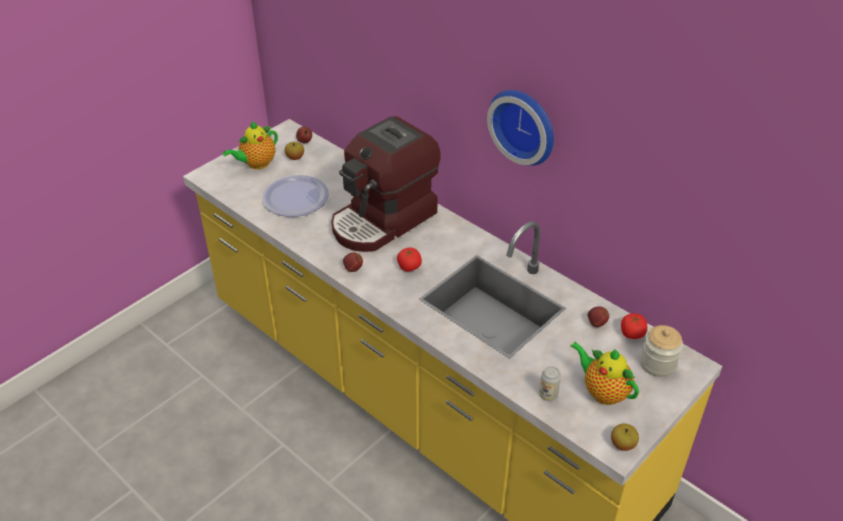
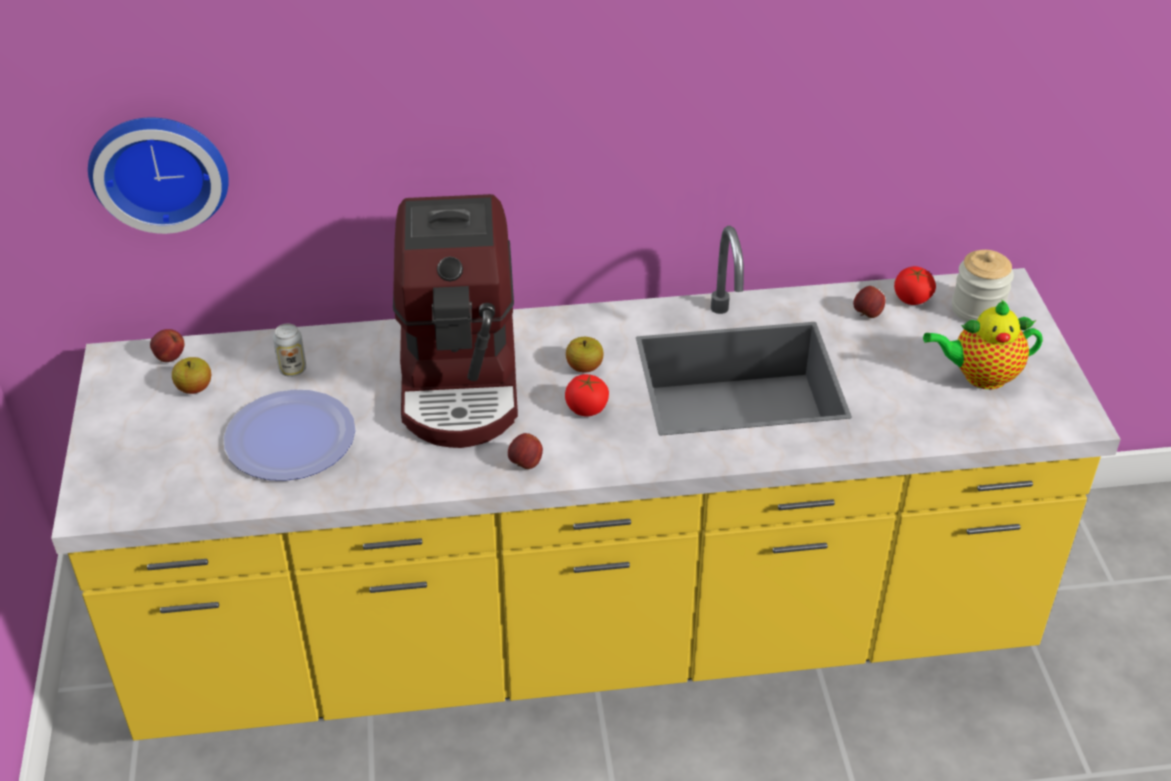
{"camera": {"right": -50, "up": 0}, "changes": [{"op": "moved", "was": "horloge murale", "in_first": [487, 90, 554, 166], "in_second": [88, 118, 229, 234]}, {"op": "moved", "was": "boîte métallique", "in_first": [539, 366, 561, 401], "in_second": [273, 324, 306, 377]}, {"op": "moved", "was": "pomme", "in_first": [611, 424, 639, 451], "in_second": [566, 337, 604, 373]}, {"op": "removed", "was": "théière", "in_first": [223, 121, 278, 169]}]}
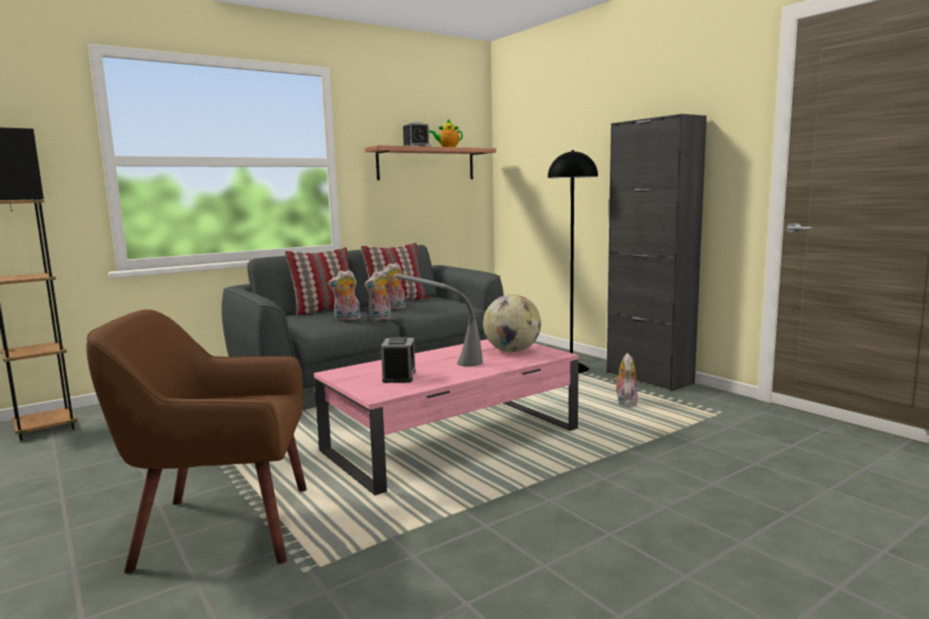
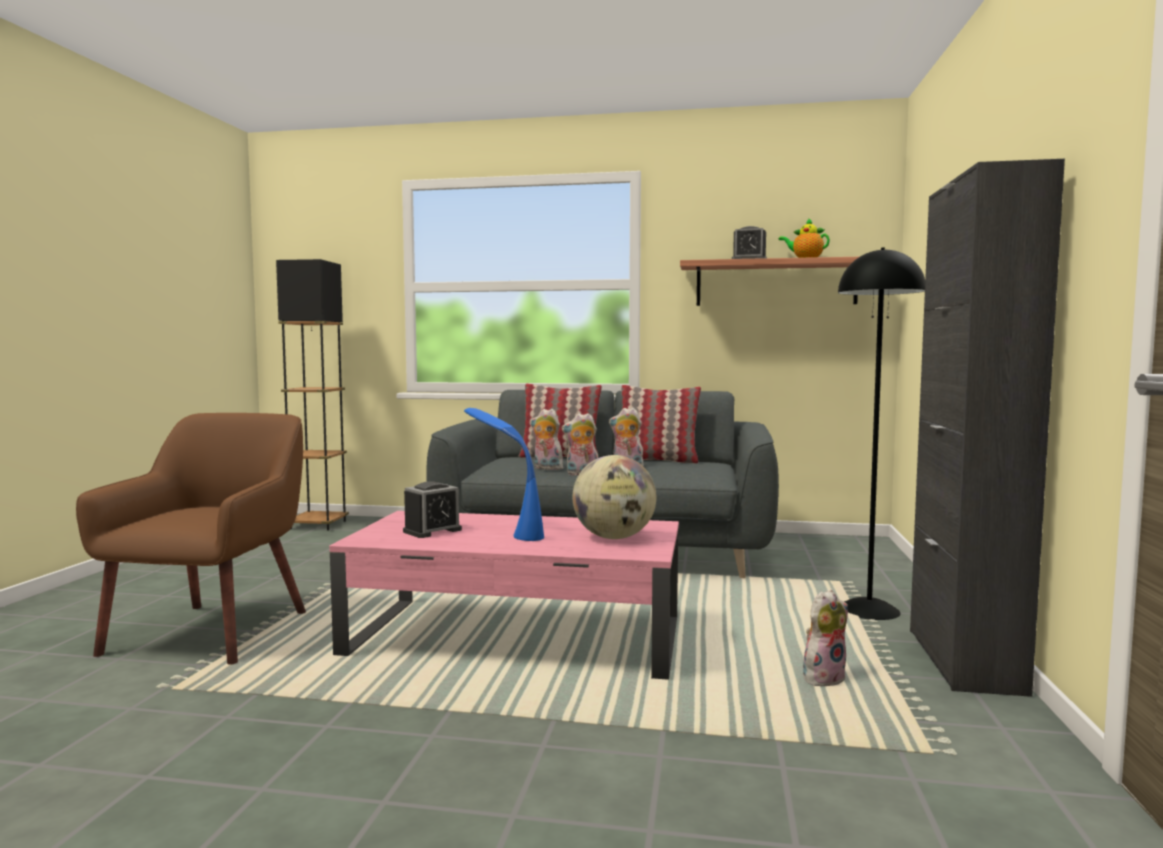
{"camera": {"right": 45, "up": -5}, "changes": [{"op": "turned", "was": "fauteuil (marron)", "in_first": [86, 309, 307, 573], "in_second": [76, 413, 306, 665], "clockwise": 60}, {"op": "recoloured", "was": "lampe de table (gris)", "now": "lampe de table (bleu)", "in_first": [393, 274, 483, 366], "in_second": [464, 408, 544, 541]}]}
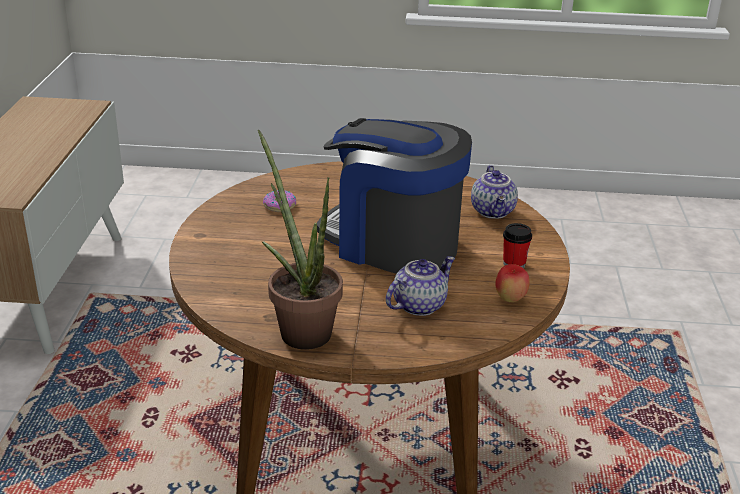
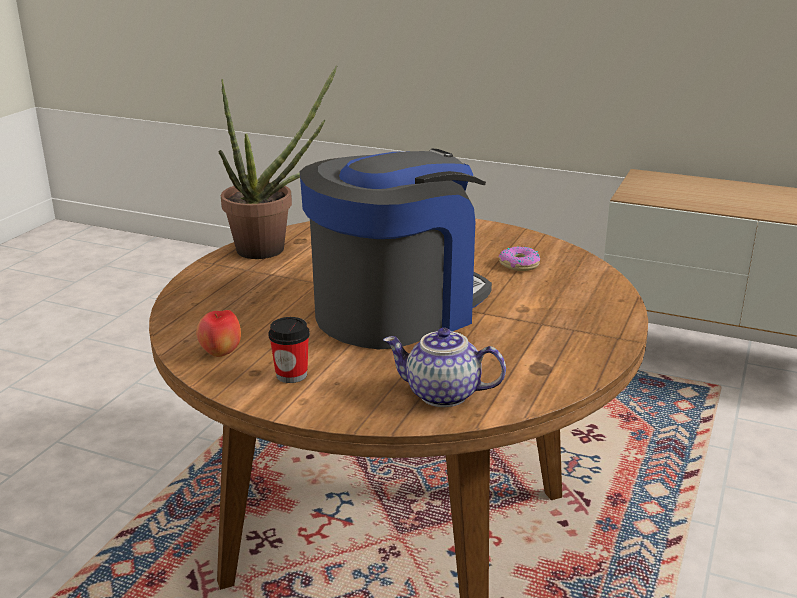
{"camera": {"right": 110, "up": -5}, "changes": [{"op": "removed", "was": "théière", "in_first": [386, 256, 455, 316]}]}
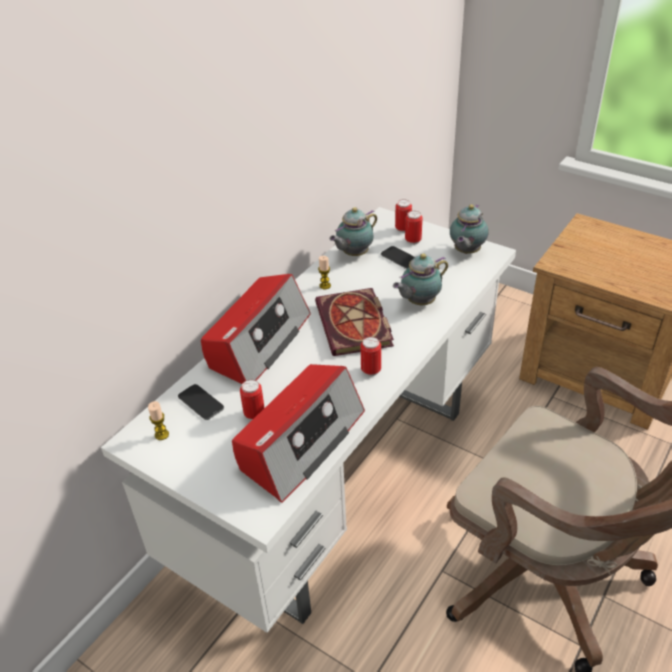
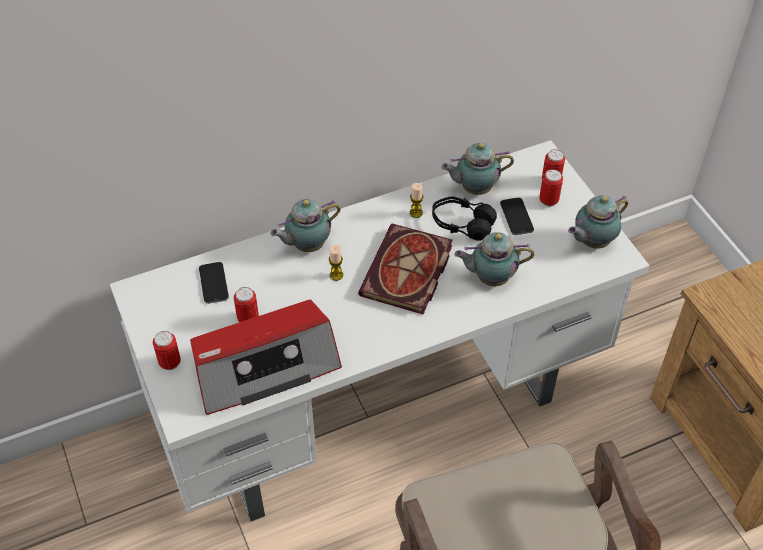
{"camera": {"right": 30, "up": 10}, "changes": [{"op": "moved", "was": "boîte métallique", "in_first": [361, 337, 381, 376], "in_second": [153, 331, 181, 370]}, {"op": "replaced", "was": "radio", "now": "théière", "in_first": [201, 274, 311, 384], "in_second": [271, 199, 341, 252]}, {"op": "moved", "was": "bougie", "in_first": [148, 401, 169, 440], "in_second": [329, 245, 343, 281]}, {"op": "added", "now": "casque audio (noir)", "in_second": [432, 197, 497, 241]}]}
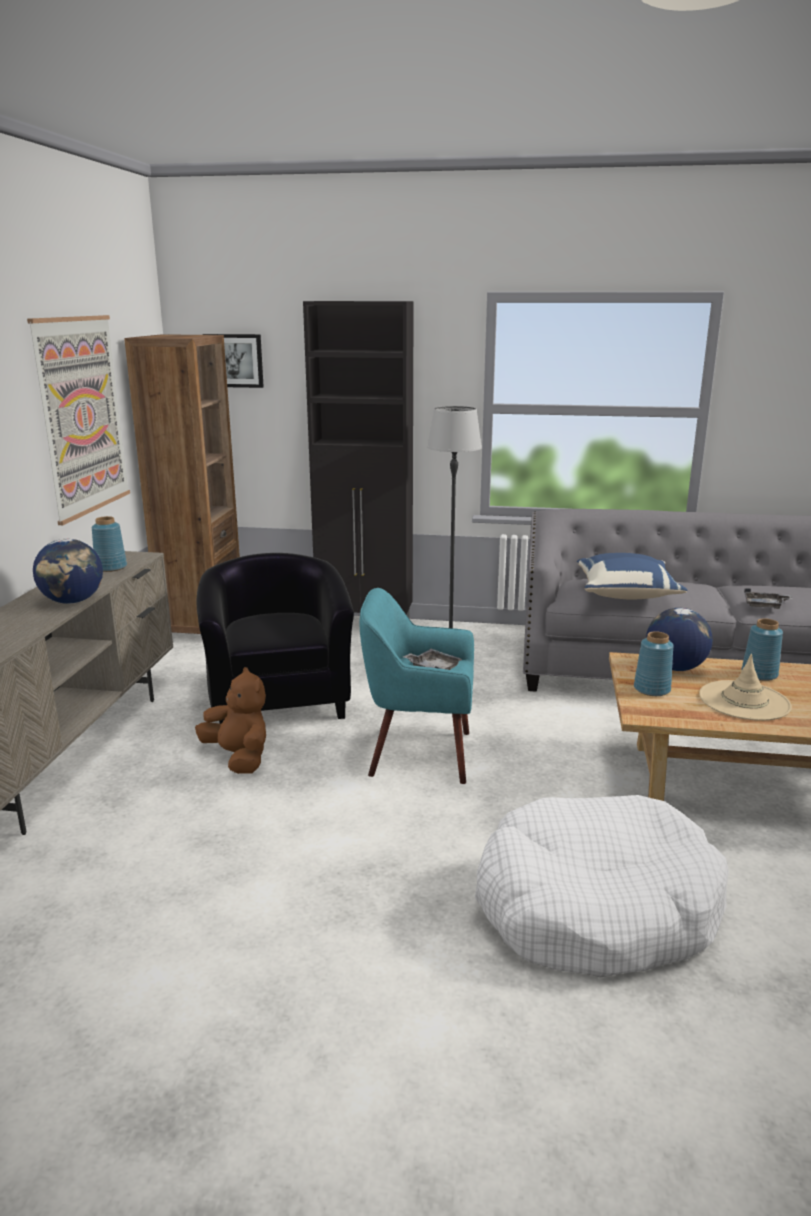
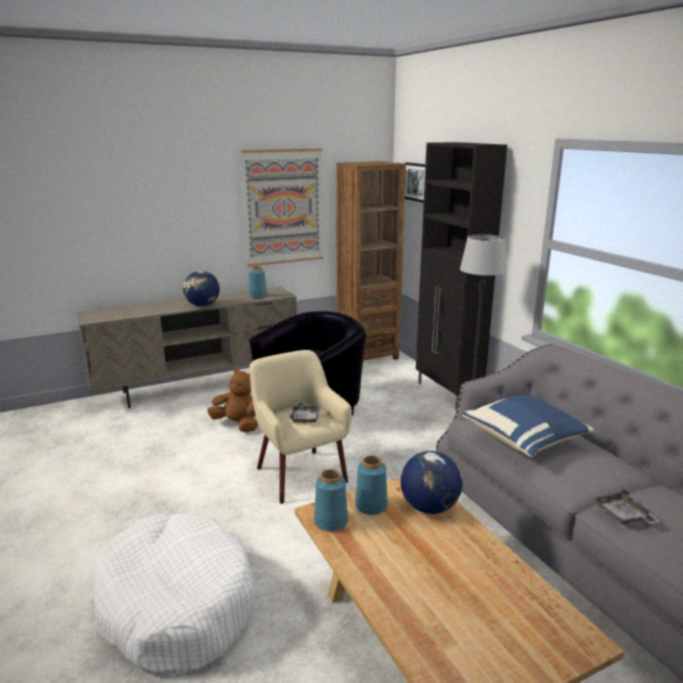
{"camera": {"right": 55, "up": 0}, "changes": [{"op": "turned", "was": "peluche (marron)", "in_first": [195, 667, 266, 774], "in_second": [207, 368, 258, 432], "clockwise": -75}, {"op": "recoloured", "was": "fauteuil (turquoise)", "now": "fauteuil (beige)", "in_first": [360, 588, 474, 784], "in_second": [250, 350, 352, 504]}, {"op": "moved", "was": "vase (bleu)", "in_first": [741, 618, 783, 681], "in_second": [314, 469, 348, 531]}, {"op": "removed", "was": "chapeau (beige)", "in_first": [699, 654, 792, 721]}]}
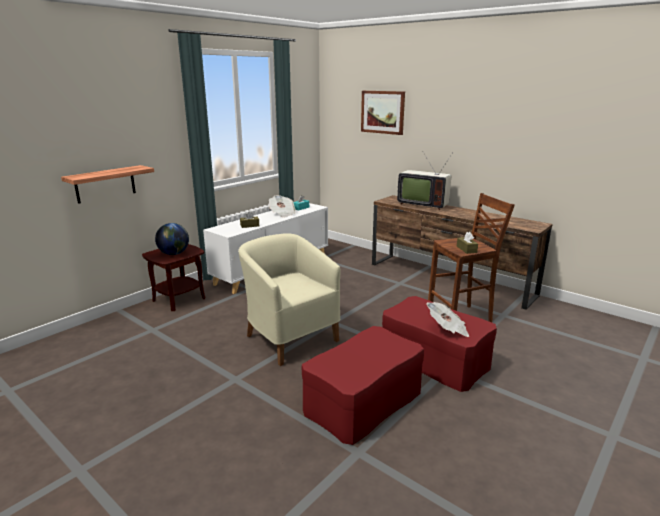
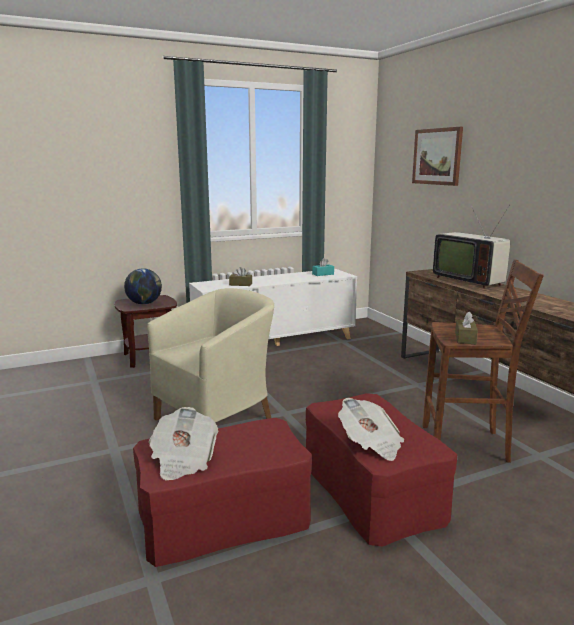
{"camera": {"right": 25, "up": -5}, "changes": [{"op": "turned", "was": "fauteuil (beige)", "in_first": [238, 233, 341, 366], "in_second": [147, 288, 274, 422], "clockwise": 60}, {"op": "moved", "was": "journal", "in_first": [269, 195, 296, 218], "in_second": [149, 407, 218, 480]}, {"op": "removed", "was": "étagère", "in_first": [61, 165, 154, 204]}]}
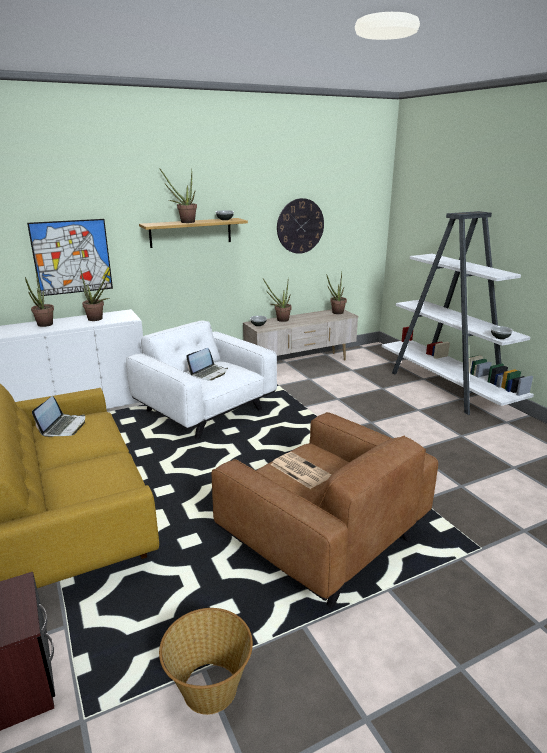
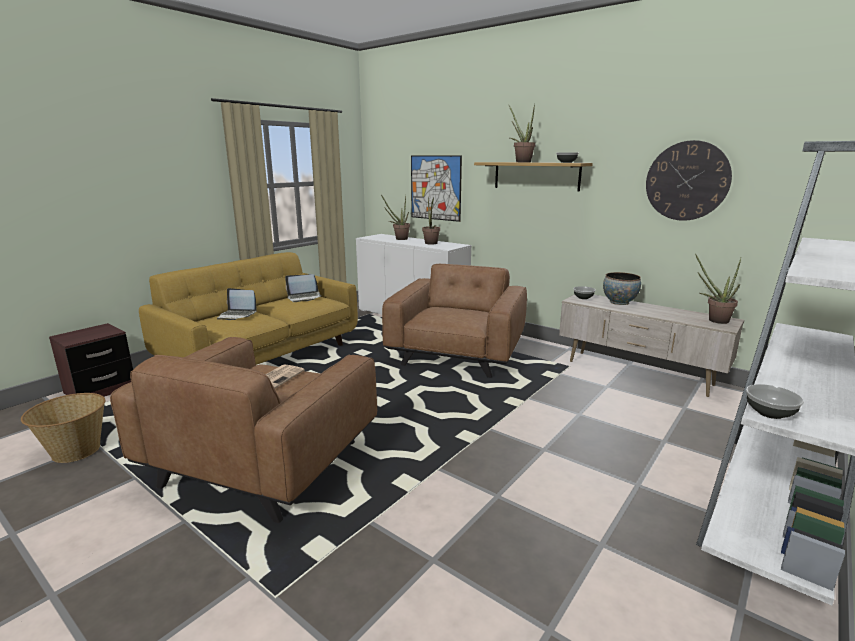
{"camera": {"right": 65, "up": -5}, "changes": [{"op": "moved", "was": "ordinateur portable", "in_first": [186, 348, 228, 381], "in_second": [217, 288, 257, 320]}, {"op": "recoloured", "was": "fauteuil (blanc)", "now": "fauteuil (marron)", "in_first": [126, 321, 277, 439], "in_second": [382, 264, 527, 378]}, {"op": "replaced", "was": "plante en pot", "now": "bol", "in_first": [263, 279, 292, 322], "in_second": [603, 272, 641, 305]}]}
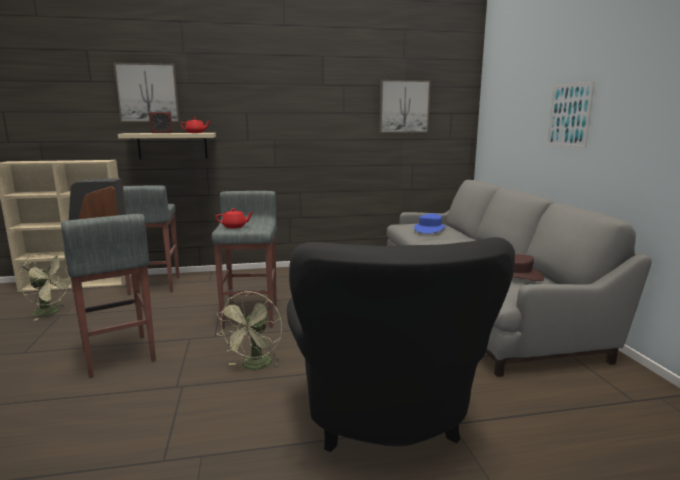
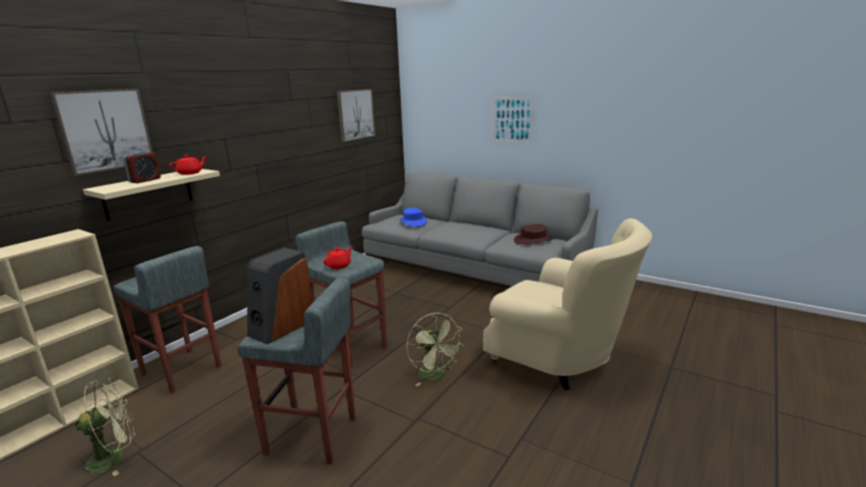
{"camera": {"right": -45, "up": 5}, "changes": [{"op": "recoloured", "was": "fauteuil (noir)", "now": "fauteuil (beige)", "in_first": [287, 237, 515, 452], "in_second": [483, 218, 652, 390]}]}
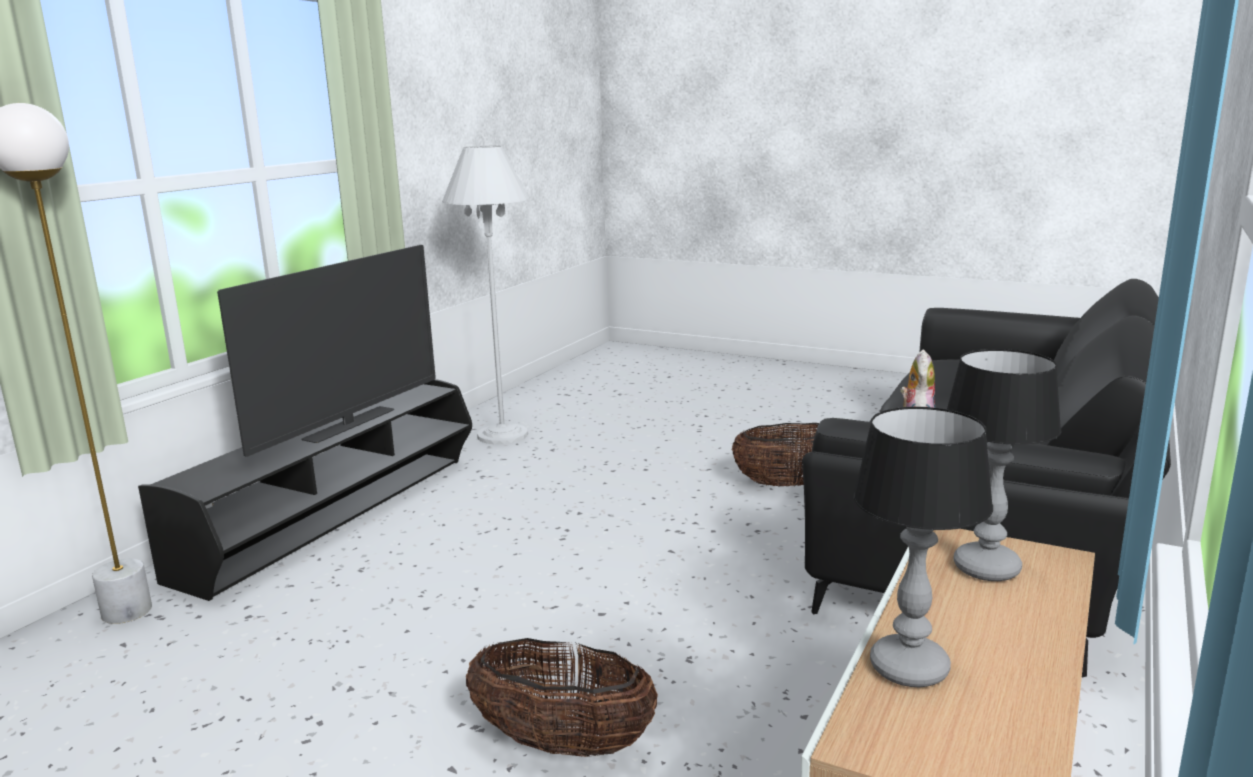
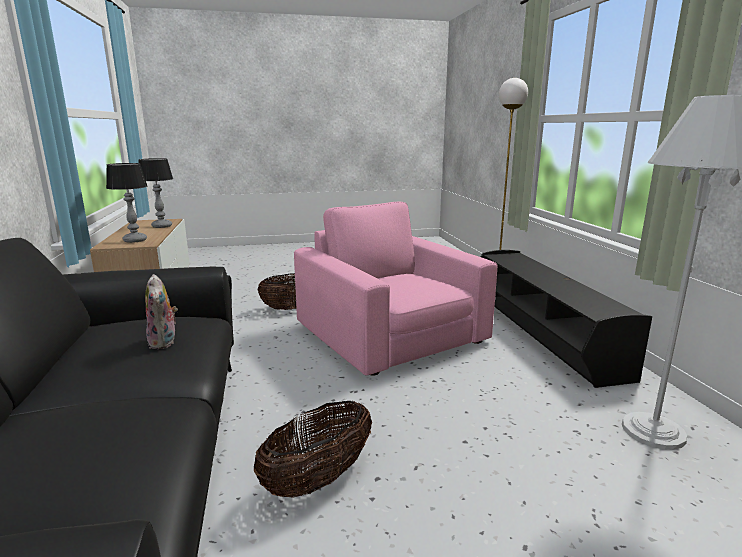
{"camera": {"right": 140, "up": 0}, "changes": [{"op": "added", "now": "fauteuil (rose)", "in_second": [294, 202, 497, 376]}, {"op": "removed", "was": "téléviseur", "in_first": [217, 245, 436, 457]}]}
